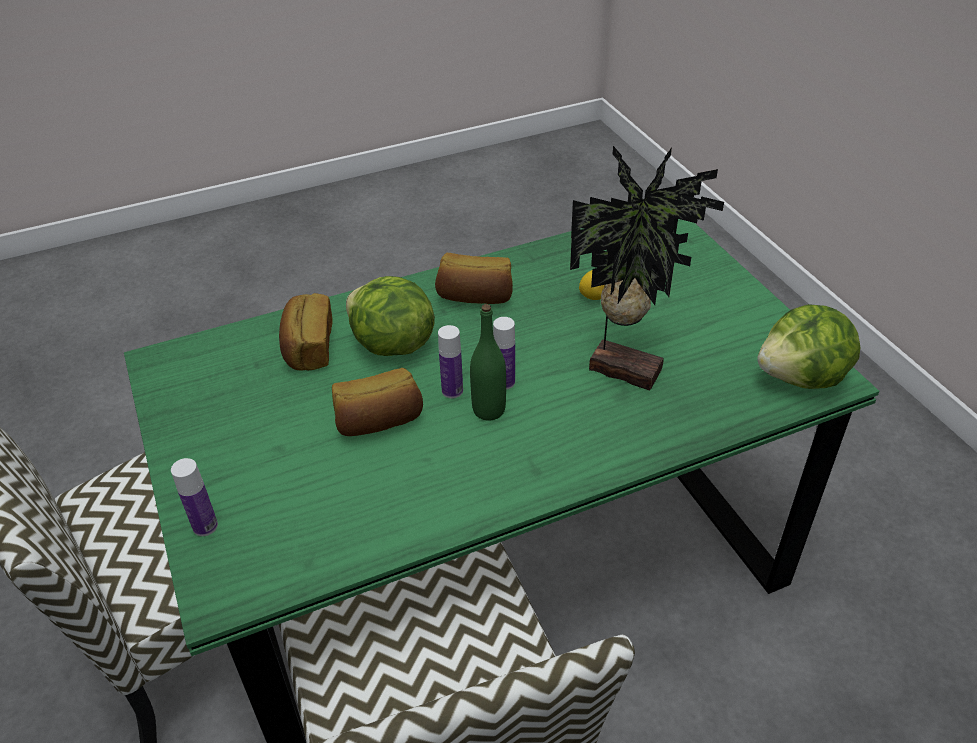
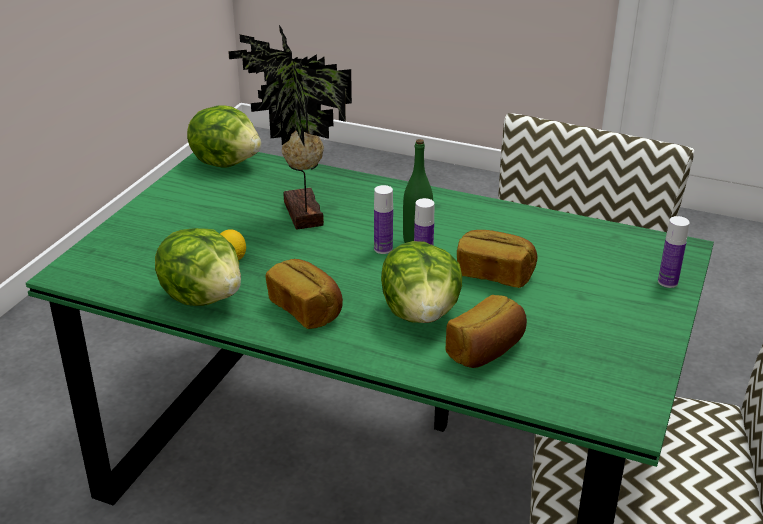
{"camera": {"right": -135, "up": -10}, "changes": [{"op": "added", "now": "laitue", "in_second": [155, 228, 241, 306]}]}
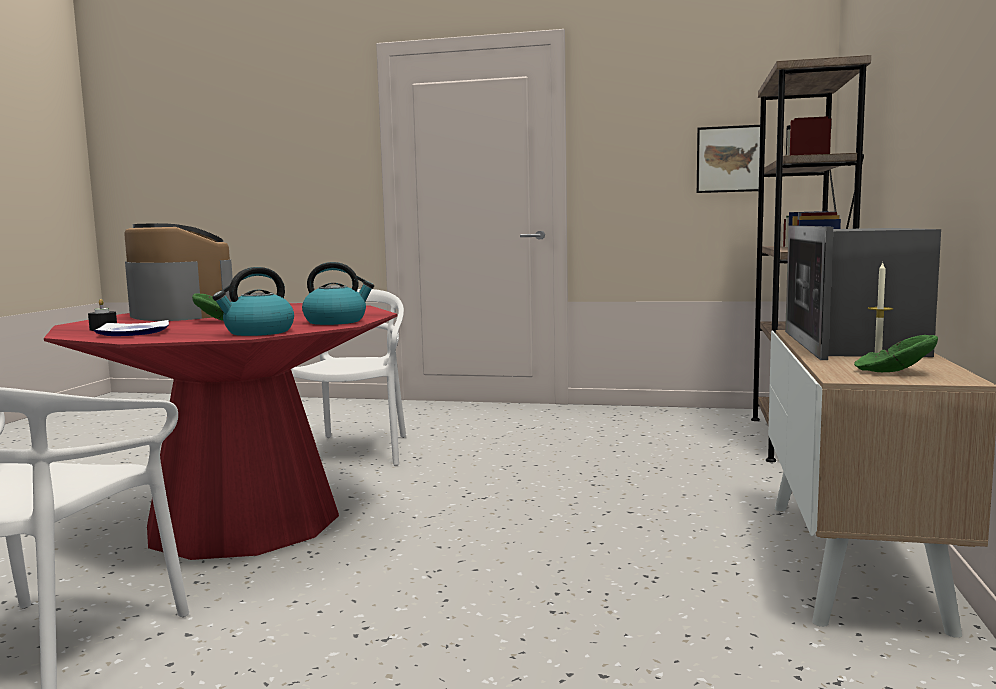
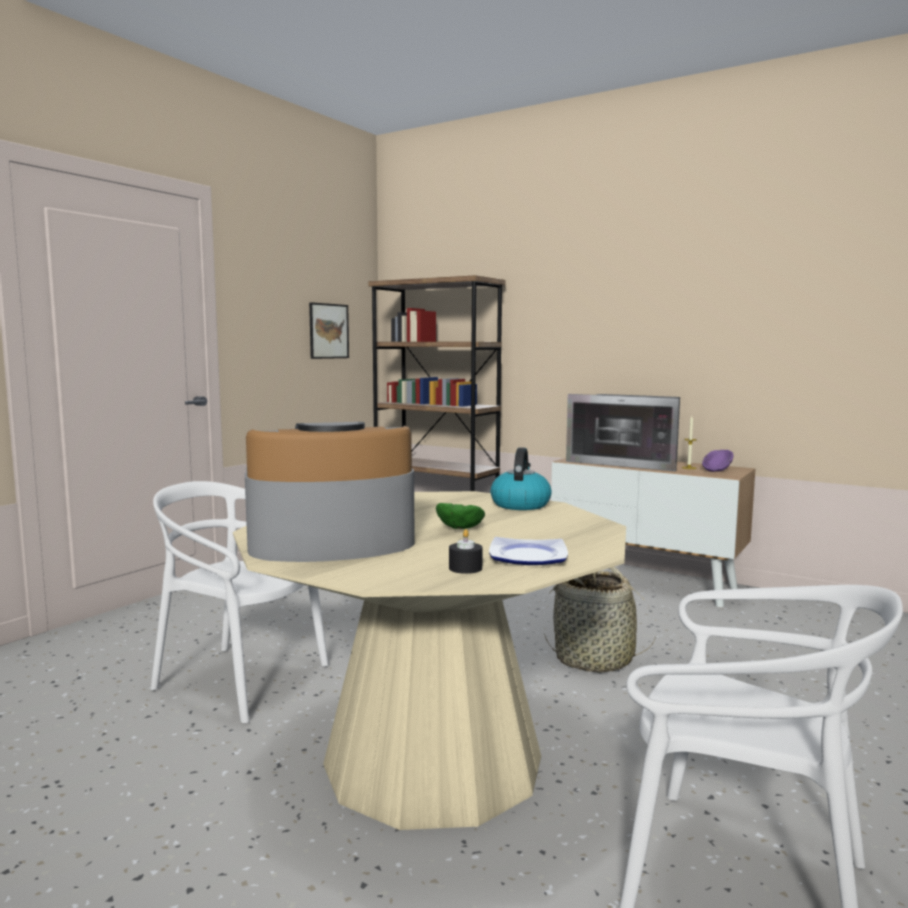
{"camera": {"right": -70, "up": 0}, "changes": [{"op": "recoloured", "was": "table à manger (rouge)", "now": "table à manger (beige)", "in_first": [44, 303, 397, 560], "in_second": [233, 491, 626, 830]}, {"op": "added", "now": "panier", "in_second": [544, 567, 657, 673]}, {"op": "recoloured", "was": "bol (vert)", "now": "bol (violet)", "in_first": [854, 335, 938, 372], "in_second": [702, 450, 733, 472]}, {"op": "removed", "was": "bouilloire", "in_first": [212, 267, 294, 336]}]}
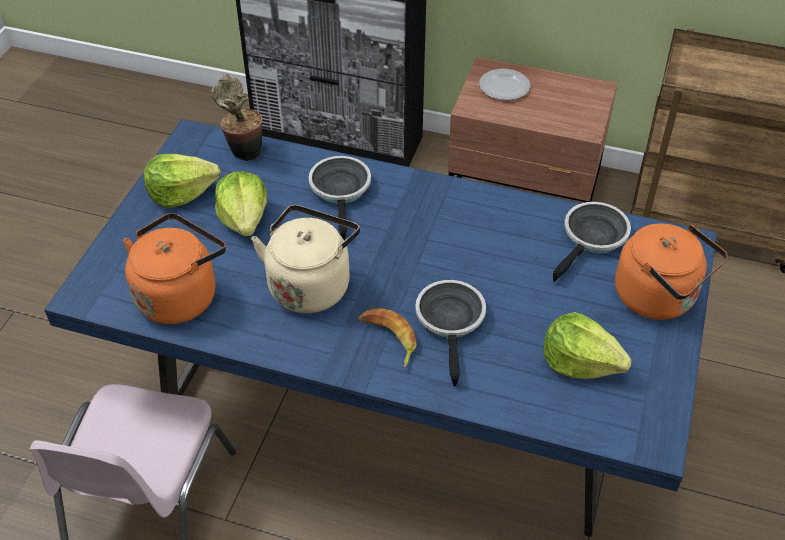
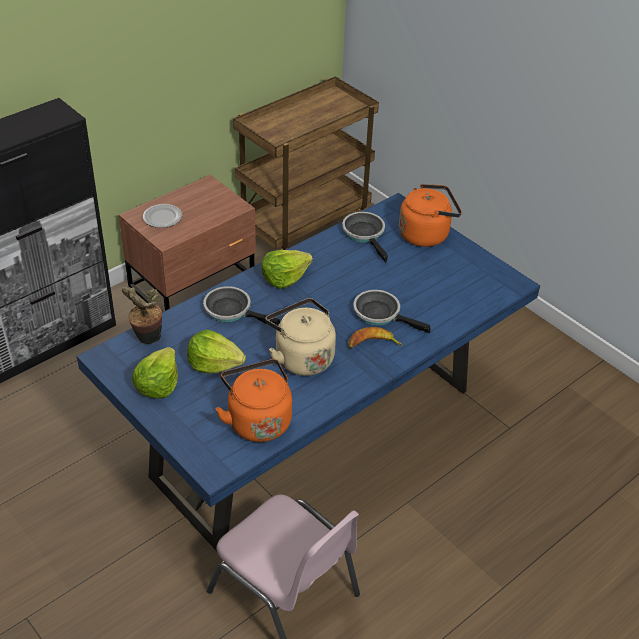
{"camera": {"right": -60, "up": -5}, "changes": [{"op": "moved", "was": "laitue", "in_first": [543, 312, 632, 379], "in_second": [261, 250, 313, 289]}]}
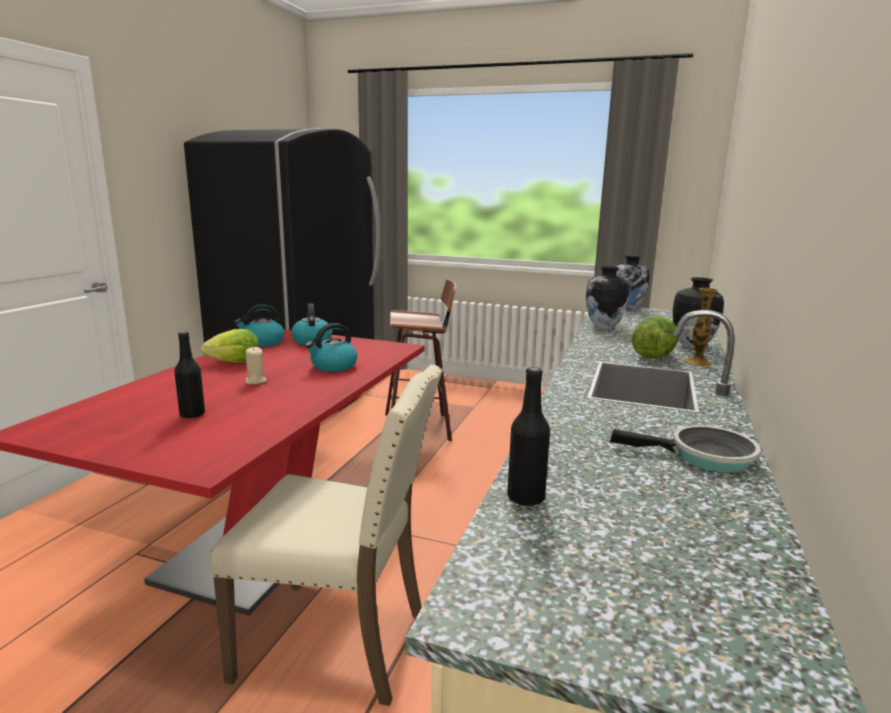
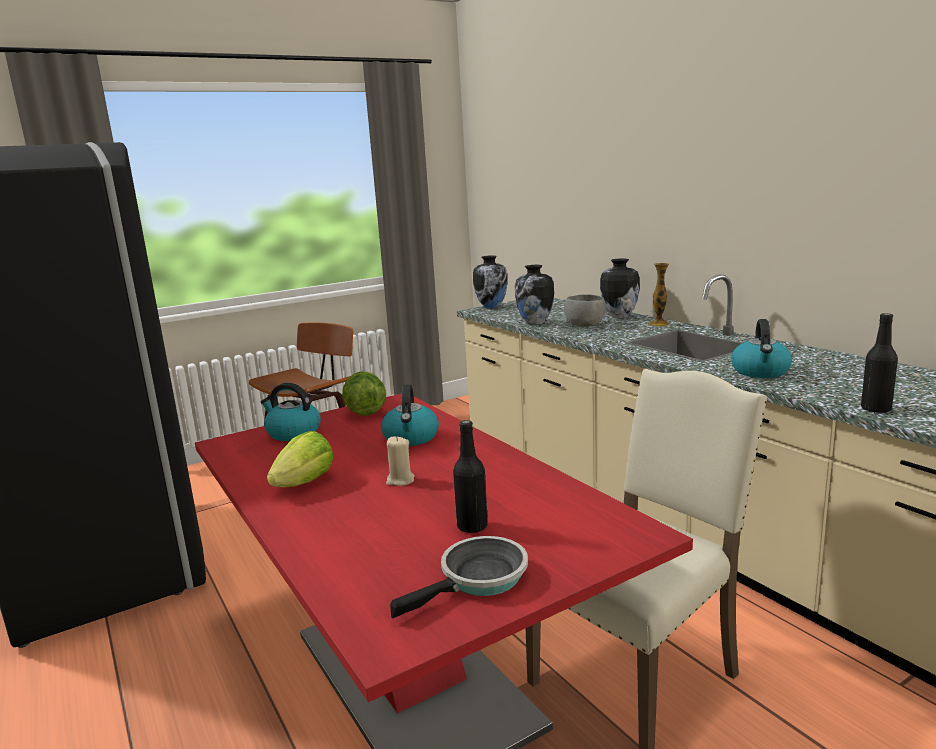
{"camera": {"right": -50, "up": 0}, "changes": [{"op": "moved", "was": "laitue", "in_first": [632, 316, 679, 359], "in_second": [342, 371, 386, 416]}, {"op": "moved", "was": "poêle", "in_first": [610, 425, 761, 473], "in_second": [390, 536, 528, 619]}, {"op": "added", "now": "bol (gris)", "in_second": [564, 295, 606, 327]}, {"op": "moved", "was": "bouilloire", "in_first": [234, 304, 284, 347], "in_second": [731, 319, 792, 378]}]}
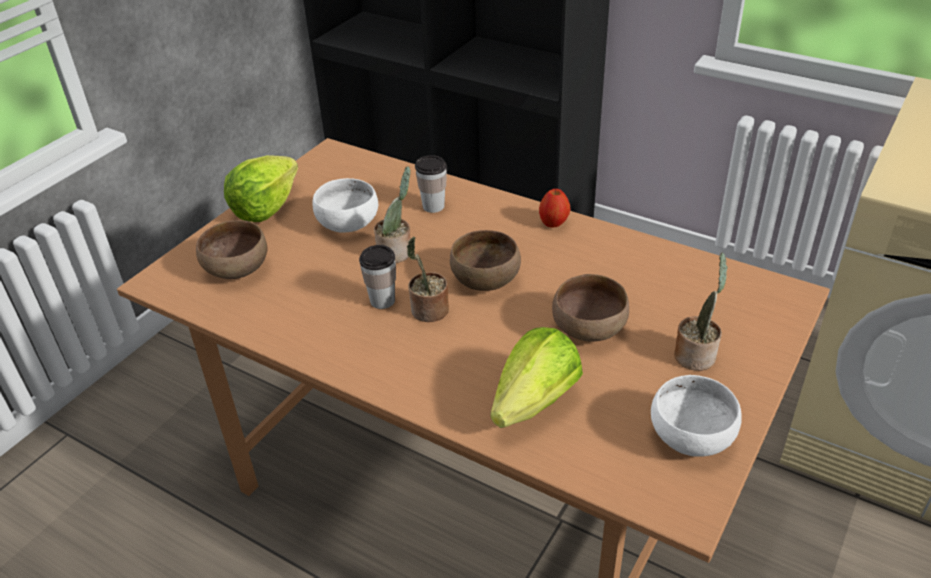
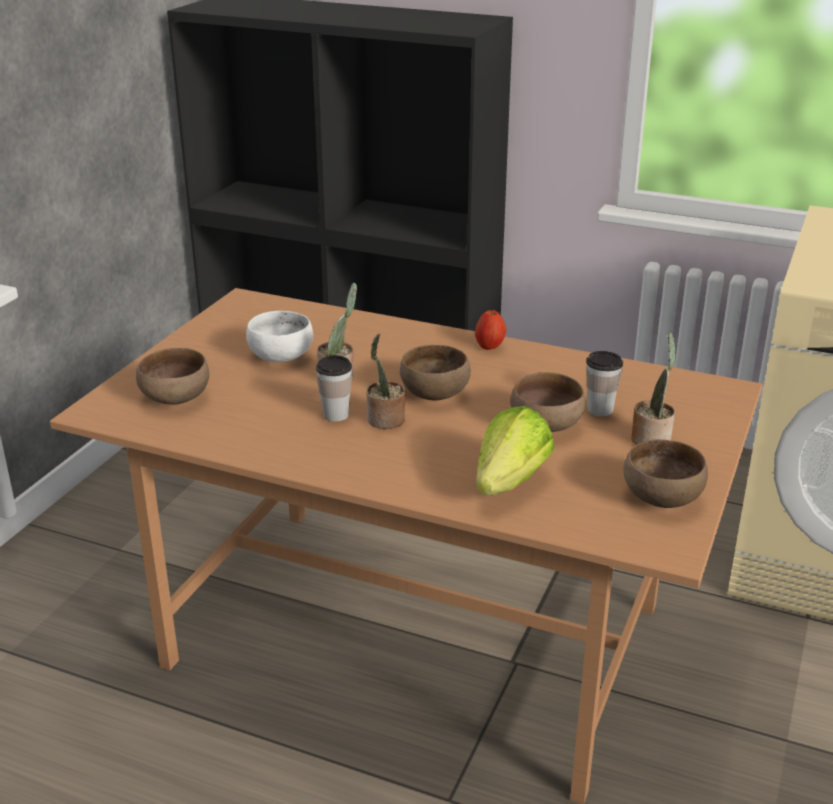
{"camera": {"right": -10, "up": -10}, "changes": [{"op": "moved", "was": "tasse", "in_first": [415, 155, 447, 213], "in_second": [586, 351, 623, 416]}, {"op": "recoloured", "was": "bol (blanc)", "now": "bol (marron)", "in_first": [651, 375, 742, 457], "in_second": [623, 439, 708, 508]}, {"op": "removed", "was": "laitue", "in_first": [224, 155, 298, 222]}]}
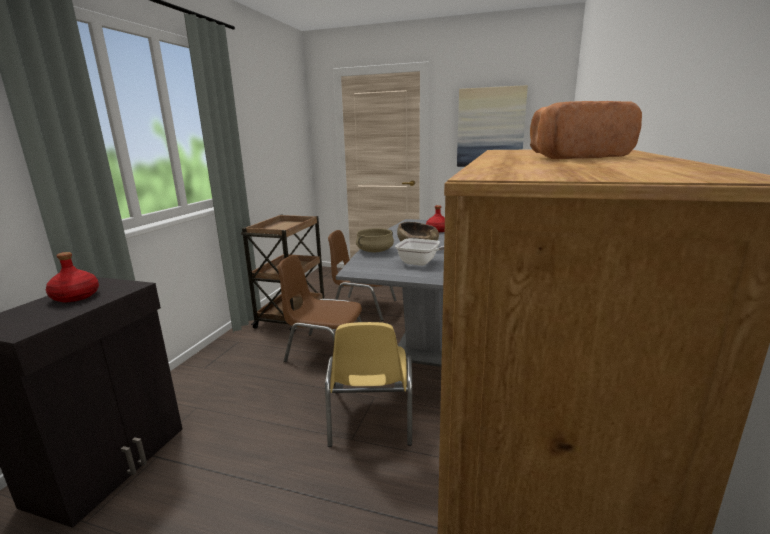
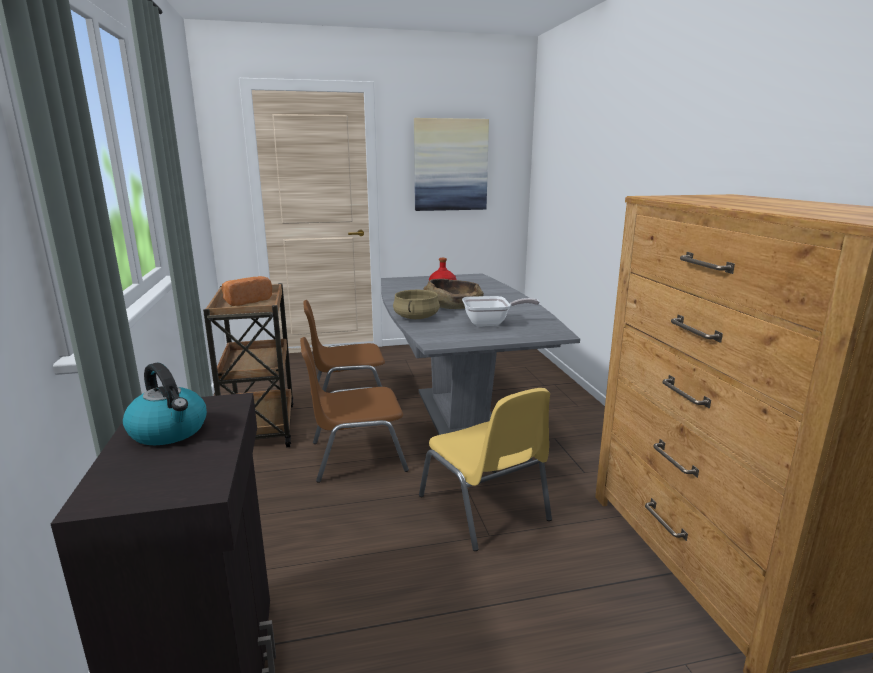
{"camera": {"right": -30, "up": 0}, "changes": [{"op": "replaced", "was": "bouteille (rouge)", "now": "bouilloire", "in_first": [46, 252, 99, 302], "in_second": [123, 363, 207, 445]}, {"op": "moved", "was": "pain", "in_first": [530, 101, 642, 159], "in_second": [222, 276, 272, 306]}]}
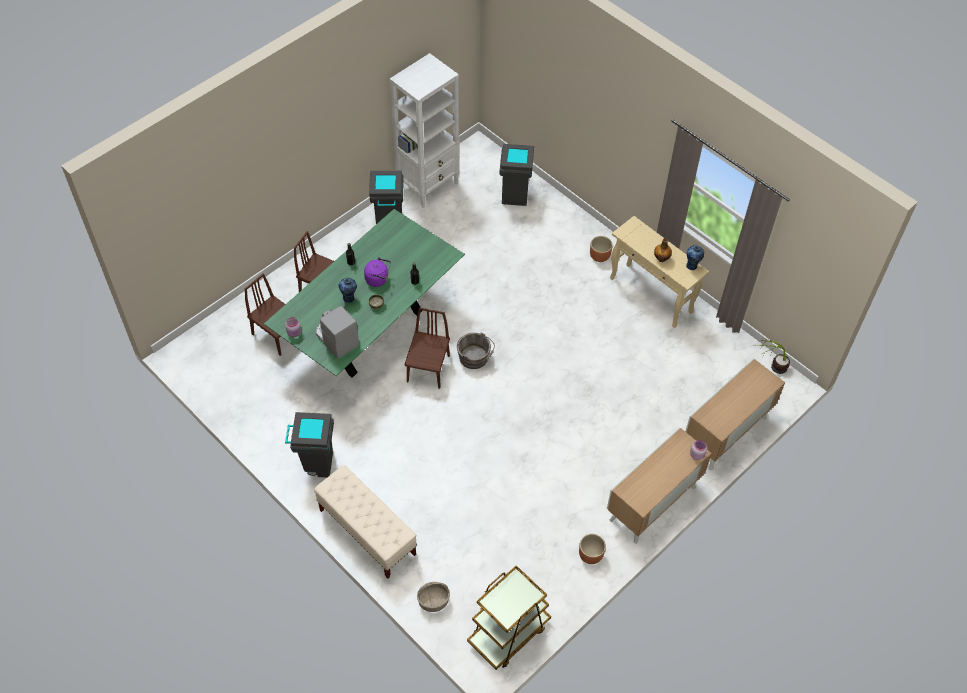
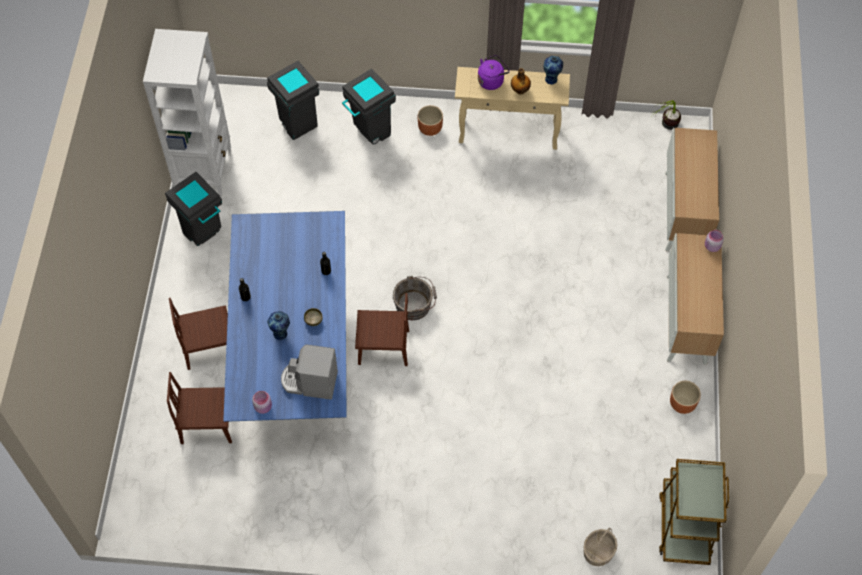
{"camera": {"right": -40, "up": 5}, "changes": [{"op": "recoloured", "was": "table à manger (vert)", "now": "table à manger (bleu)", "in_first": [264, 209, 465, 378], "in_second": [223, 211, 347, 422]}, {"op": "moved", "was": "poubelle (gris)", "in_first": [285, 412, 334, 478], "in_second": [342, 69, 396, 145]}, {"op": "turned", "was": "chaise (marron)", "in_first": [404, 307, 450, 389], "in_second": [355, 293, 409, 366], "clockwise": 120}, {"op": "moved", "was": "bouilloire (violet)", "in_first": [364, 257, 391, 287], "in_second": [478, 55, 510, 90]}, {"op": "removed", "was": "banc (beige)", "in_first": [314, 465, 417, 579]}]}
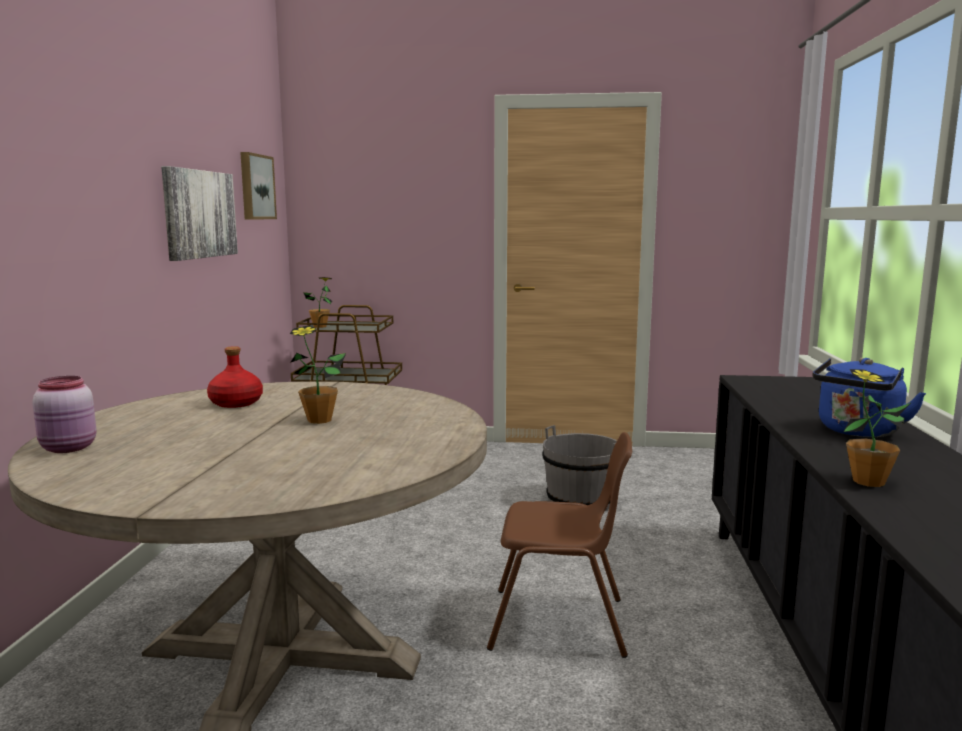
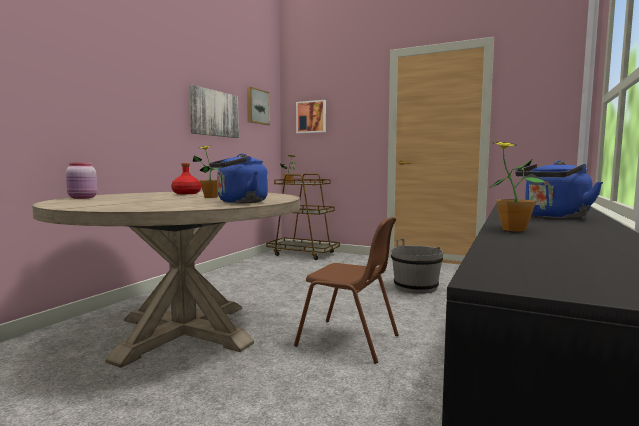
{"camera": {"right": 20, "up": -5}, "changes": [{"op": "added", "now": "bouilloire (bleu)", "in_second": [209, 154, 268, 203]}, {"op": "added", "now": "tableau", "in_second": [296, 100, 326, 133]}]}
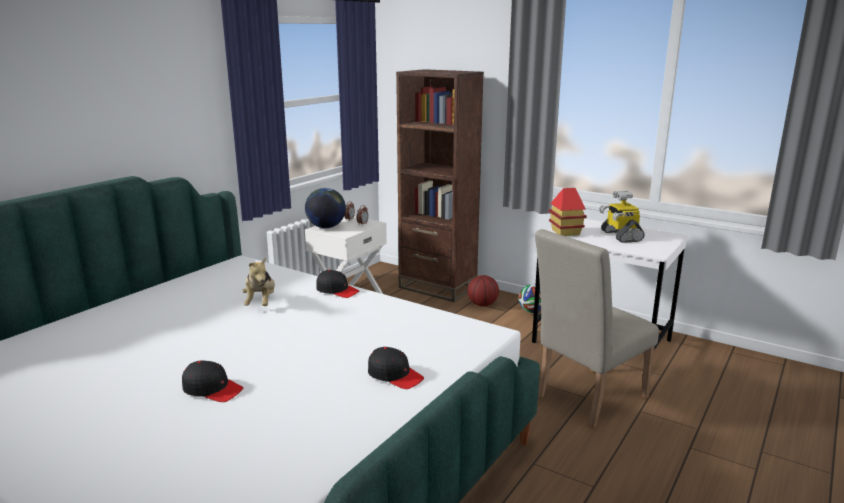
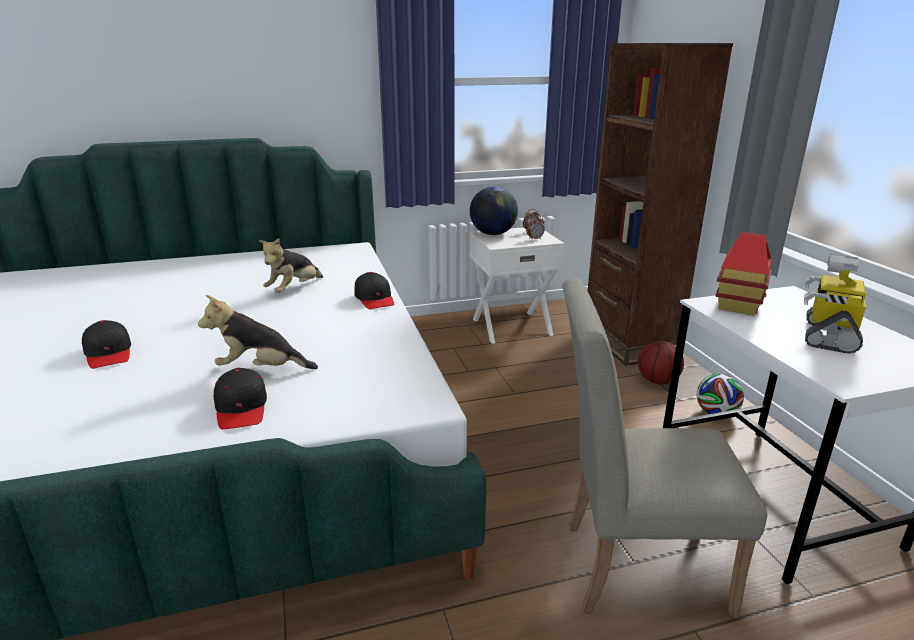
{"camera": {"right": 40, "up": 5}, "changes": [{"op": "added", "now": "peluche", "in_second": [198, 295, 318, 369]}]}
